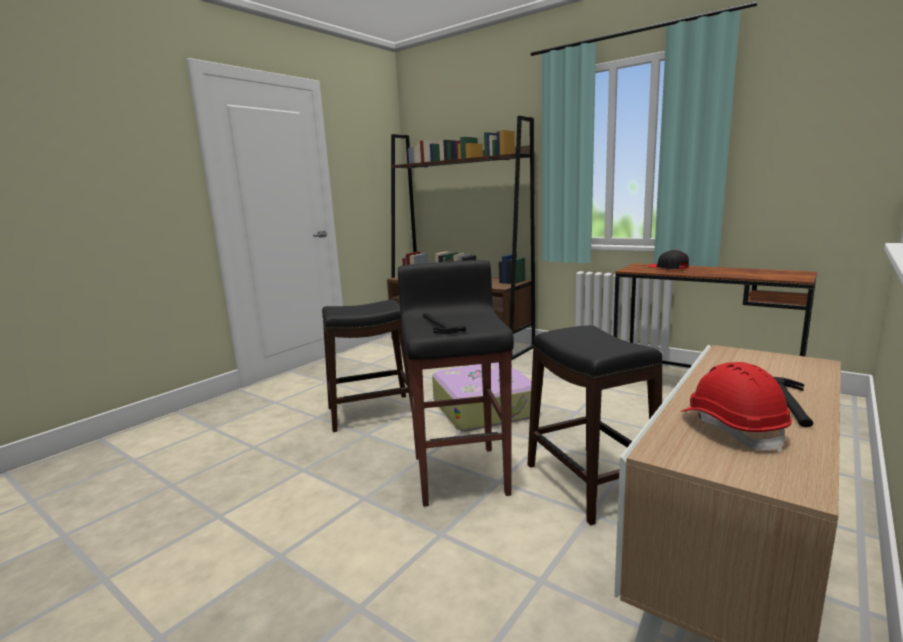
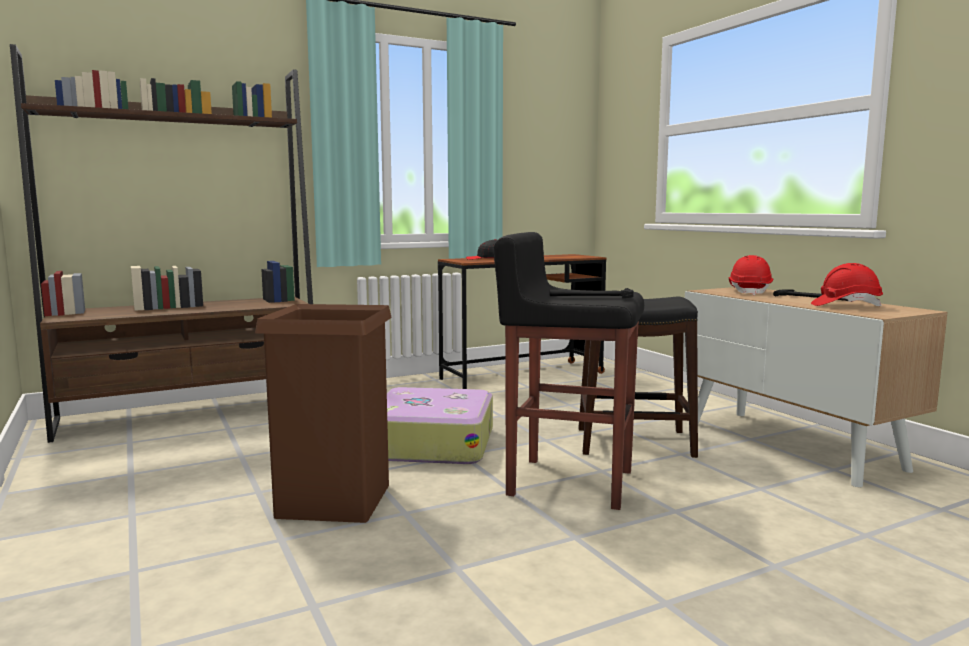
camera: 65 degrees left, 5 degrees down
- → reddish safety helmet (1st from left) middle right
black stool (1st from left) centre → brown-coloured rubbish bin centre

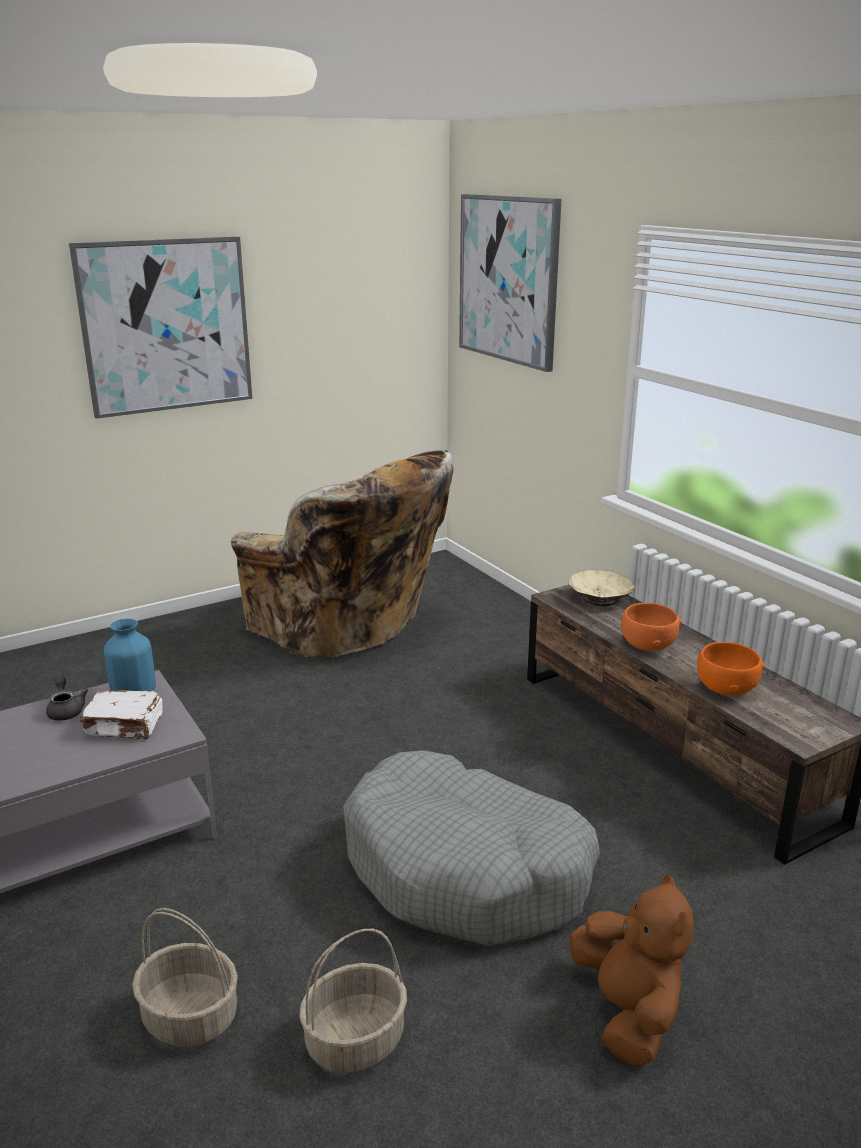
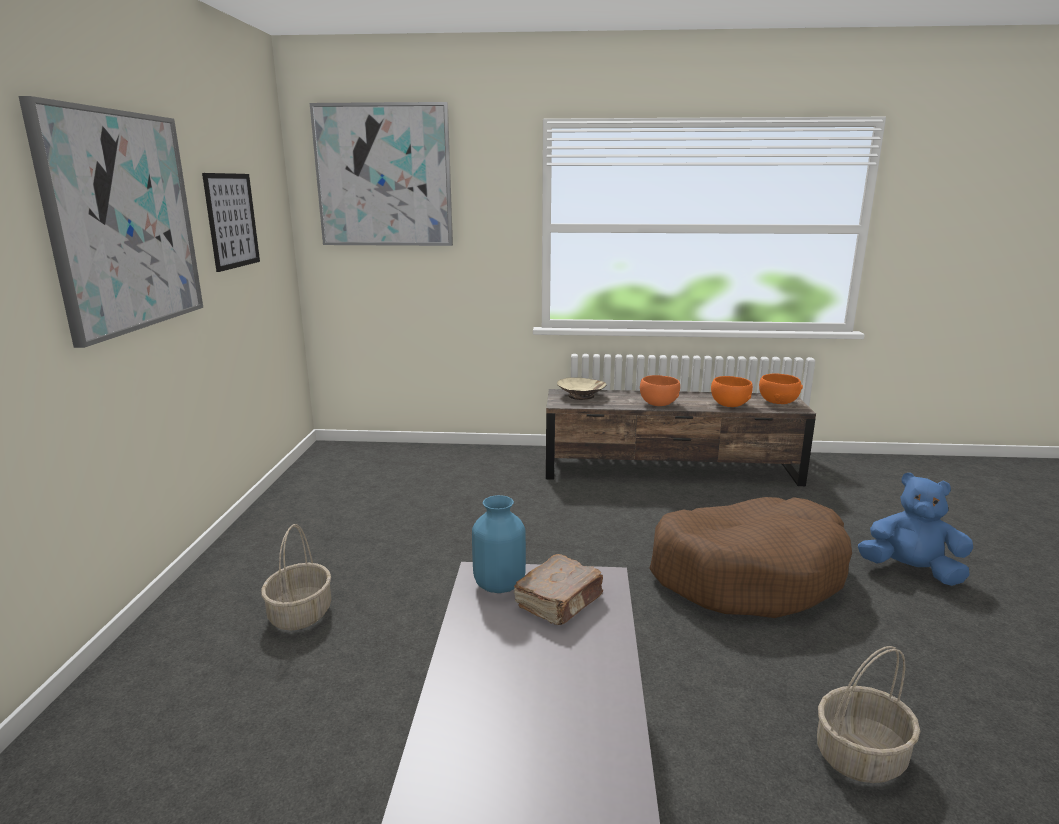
camera: 55 degrees left, 5 degrees down
grey tea pot middle left → -
sand-coloured easy chair centre → -
- → picture (2nd from left) top left
- → orangey bowl (3rd from left) middle right
storage basket (2nd from left in the first image) bottom centre → storage basket (1st from left) bottom left, move
white book middle left → brown-coloured book bottom centre
grey pet bed bottom centre → brown-coloured pet bed bottom right
brown-coloured soft toy bottom right → bluish soft toy middle right

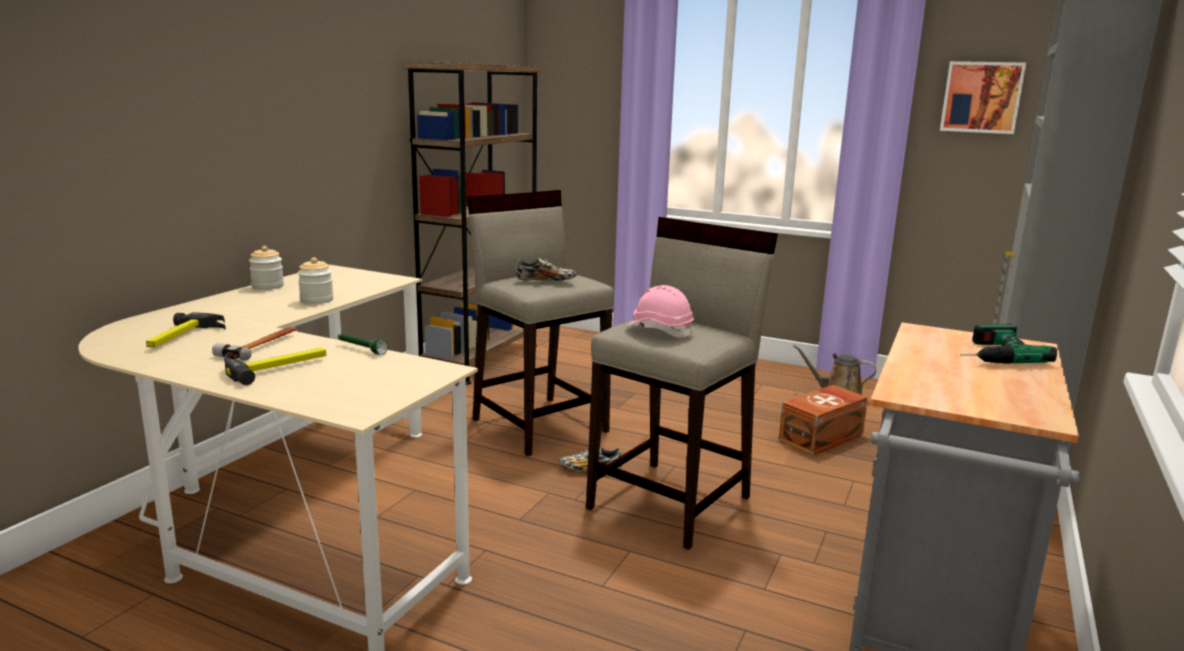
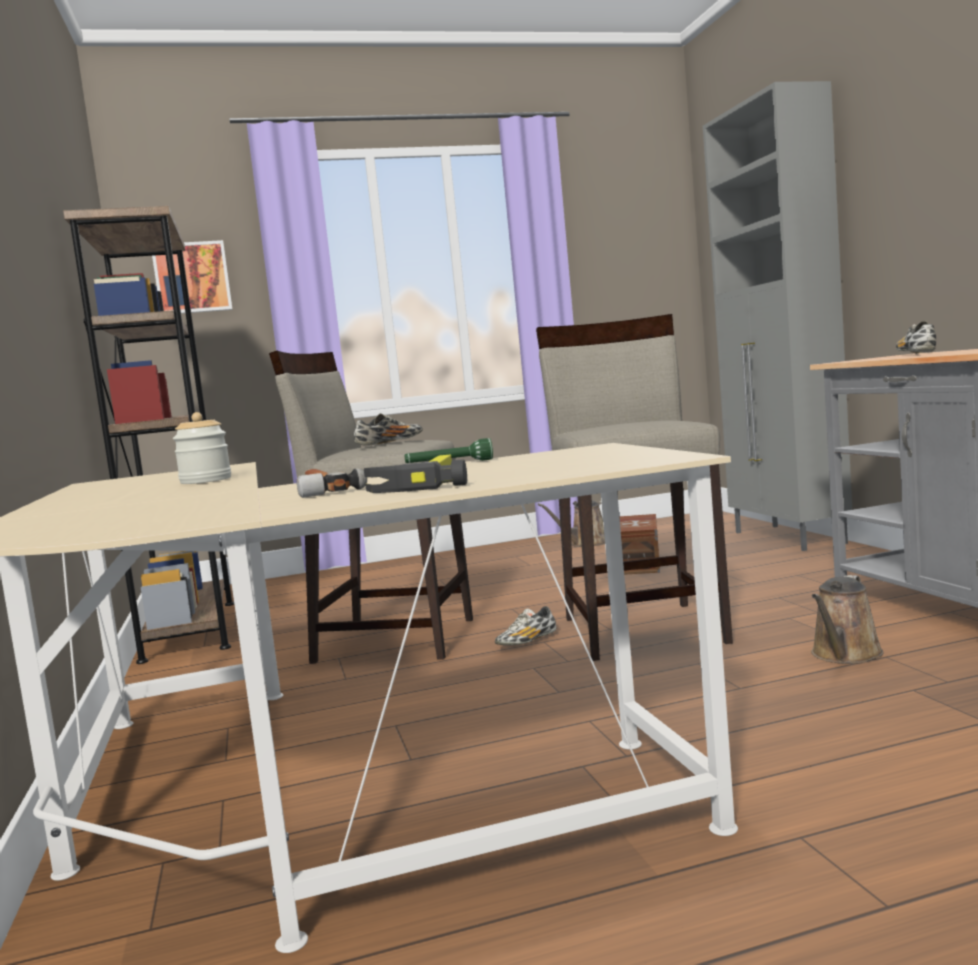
camera: 40 degrees left, 10 degrees down
hammer (1st from left) middle left → -
jar (1st from left) middle left → -
pink-coloured safety helmet centre → -
- → brown-coloured watering can (2nd from left) middle right
picture top right → picture top left, move
power drill middle right → low shoe (3rd from left) middle right

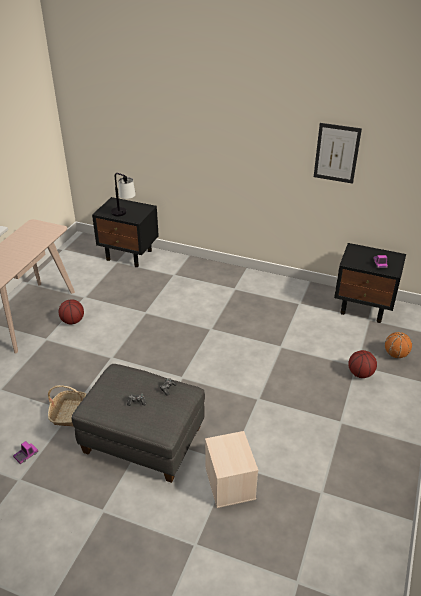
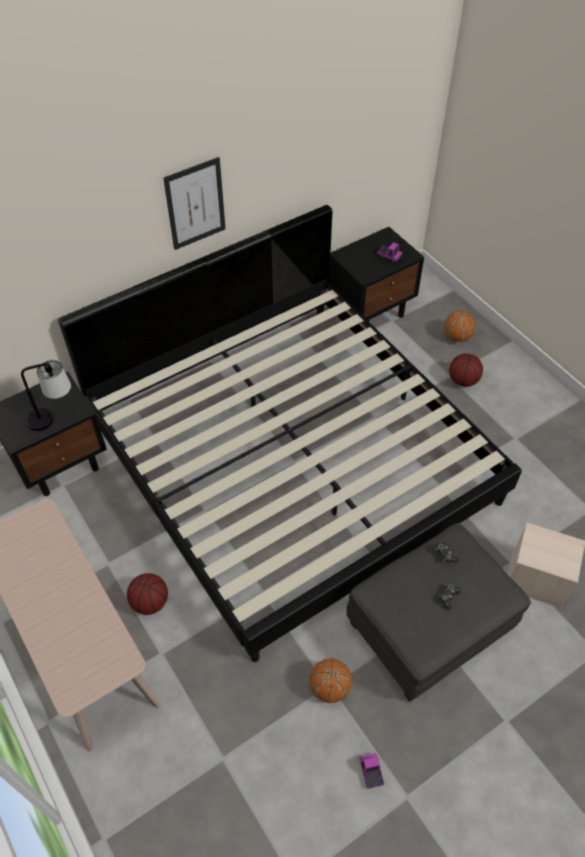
camera: 55 degrees left, 15 degrees up
- → sleeping bed centre
picture top right → picture top left, move
storage basket bottom left → basketball ball (2nd from left) bottom centre

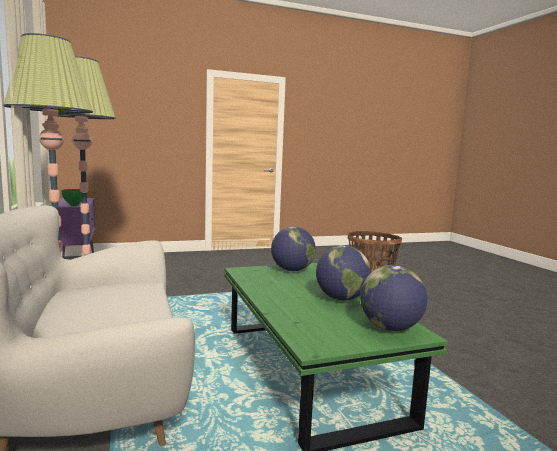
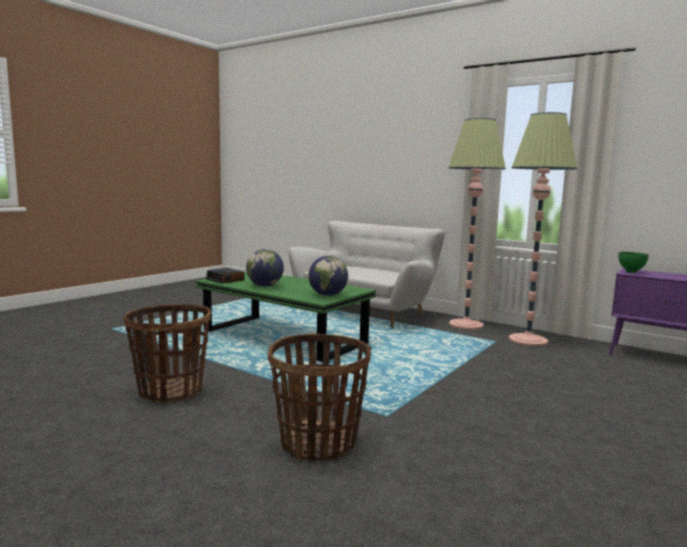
camera: 145 degrees right, 0 degrees up
- → storage basket (1st from left) middle left
globe (3rd from left) middle right → alarm clock middle left

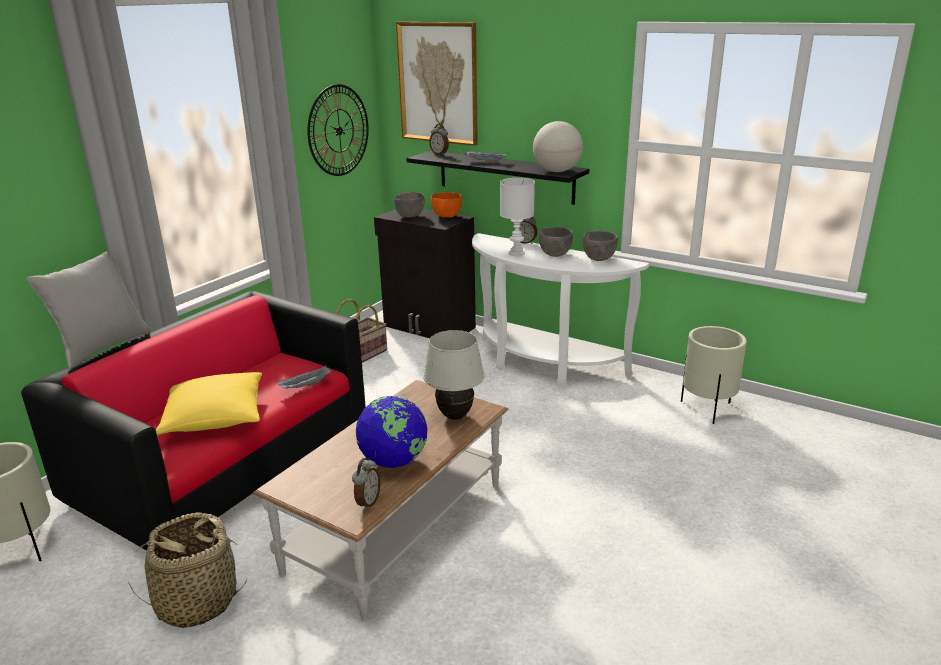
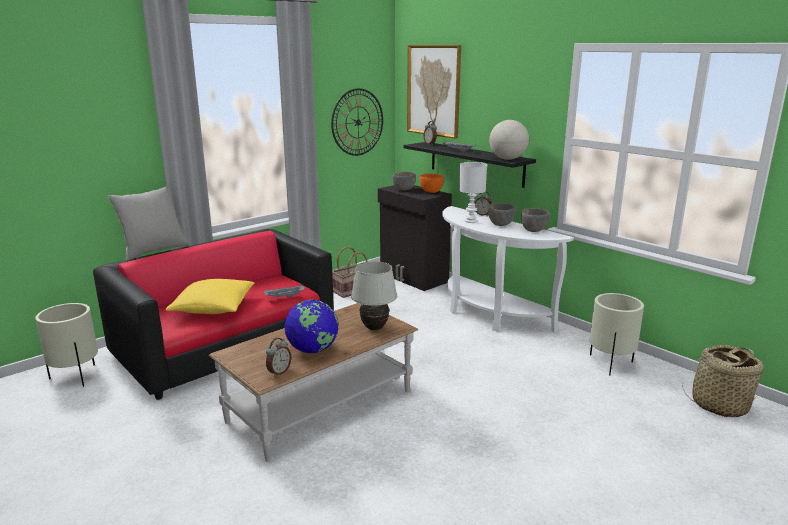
camera: 15 degrees right, 5 degrees down
storage basket (1st from left in the first image) bottom left → storage basket (2nd from left) bottom right, move

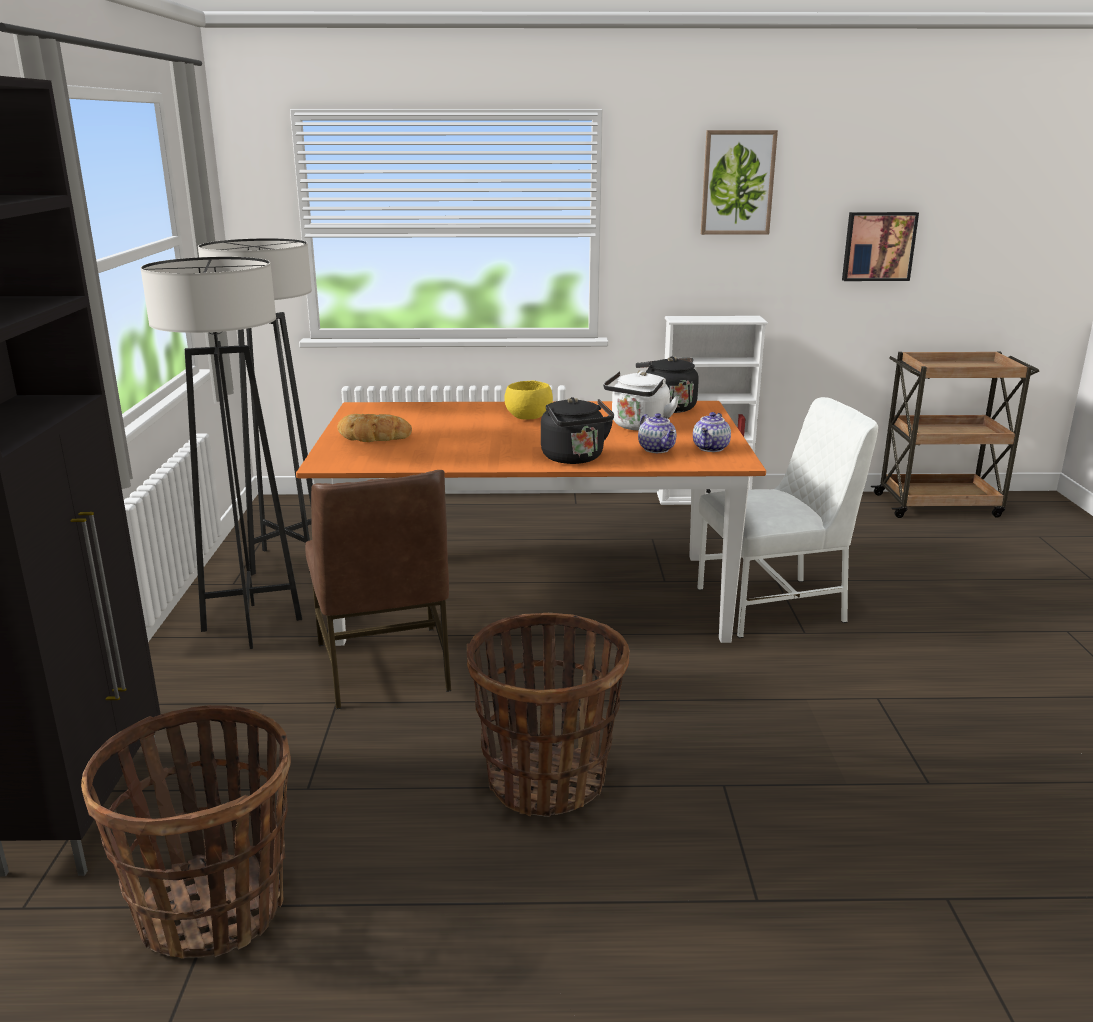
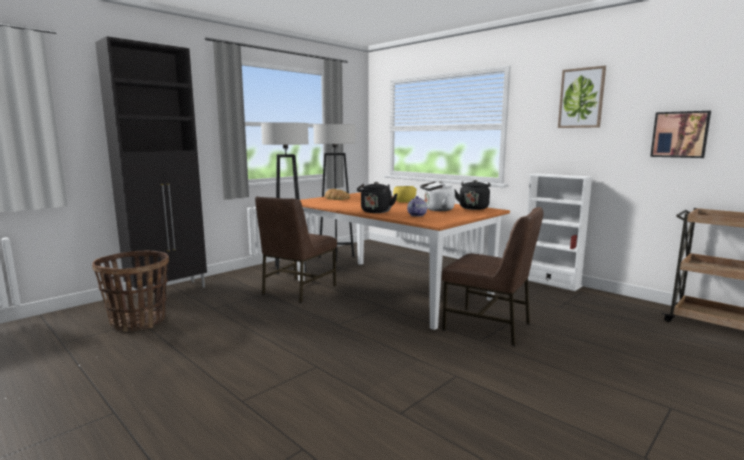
camera: 45 degrees right, 10 degrees down
storage basket (2nd from left) bottom centre → -
tea pot (2nd from left) centre → -
white plain chair middle right → brown-coloured plain chair (2nd from left) centre

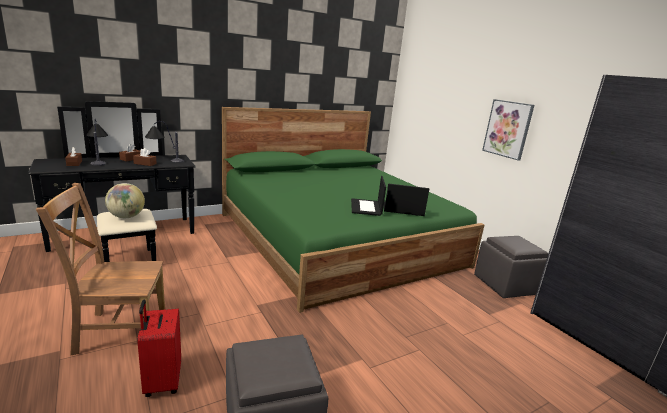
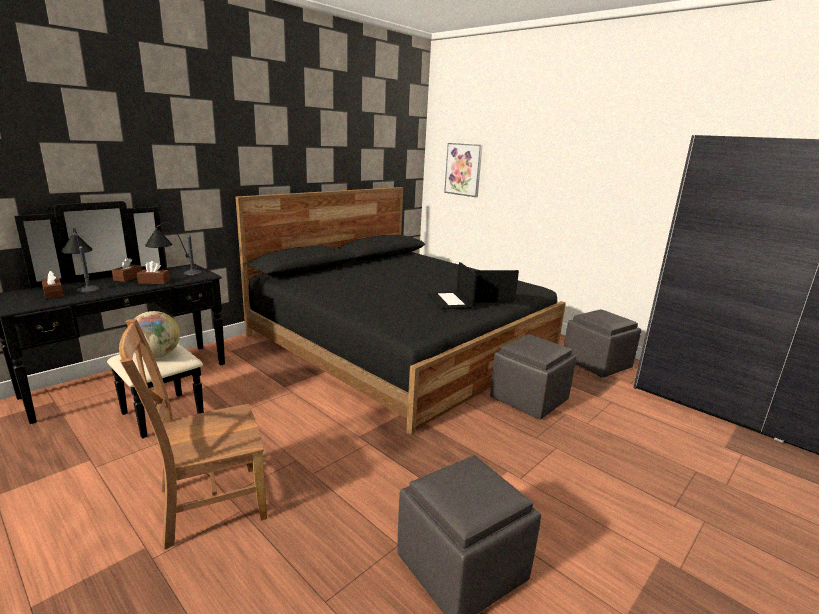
camera: 15 degrees left, 0 degrees up
reddish piece of luggage bottom left → -
- → grey footrest (2nd from left) centre
picture top right → picture top centre, move
green sleeping bed centre → black sleeping bed centre

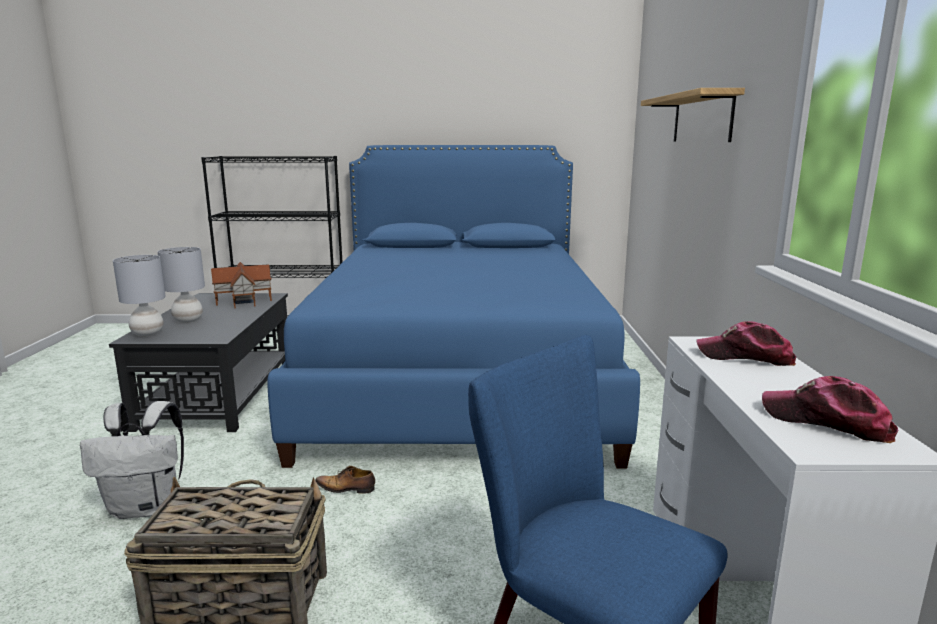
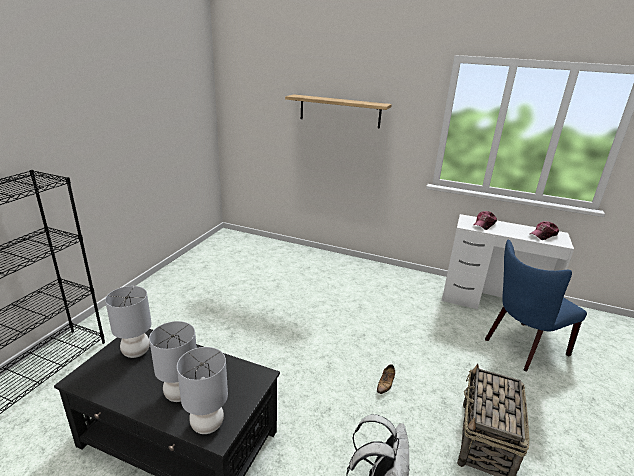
camera: 70 degrees left, 10 degrees up
bluish sleeping bed centre → -
model house middle left → grey lamp for a table (1st from left) bottom left

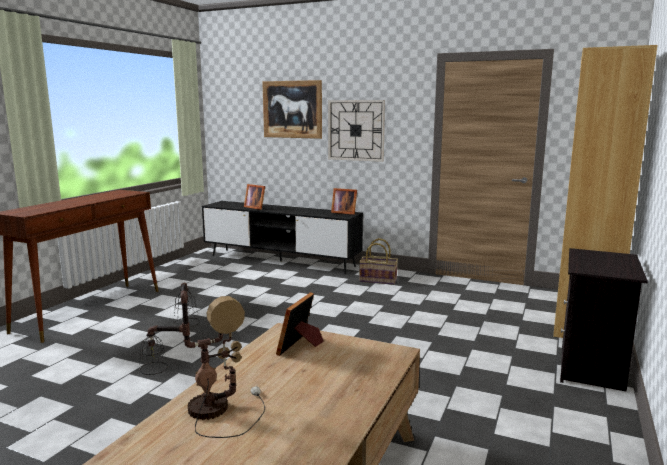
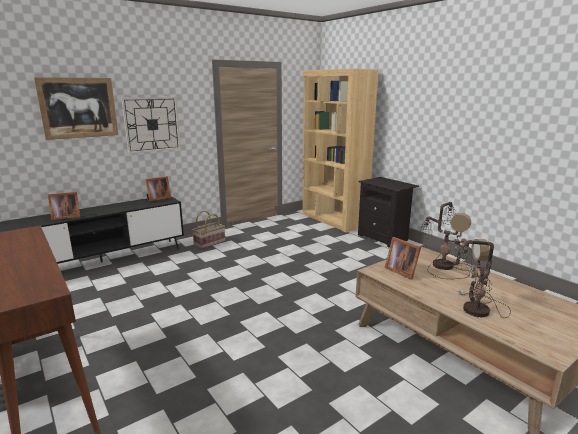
camera: 60 degrees left, 5 degrees up
- → lamp for a table (1st from left) middle right

